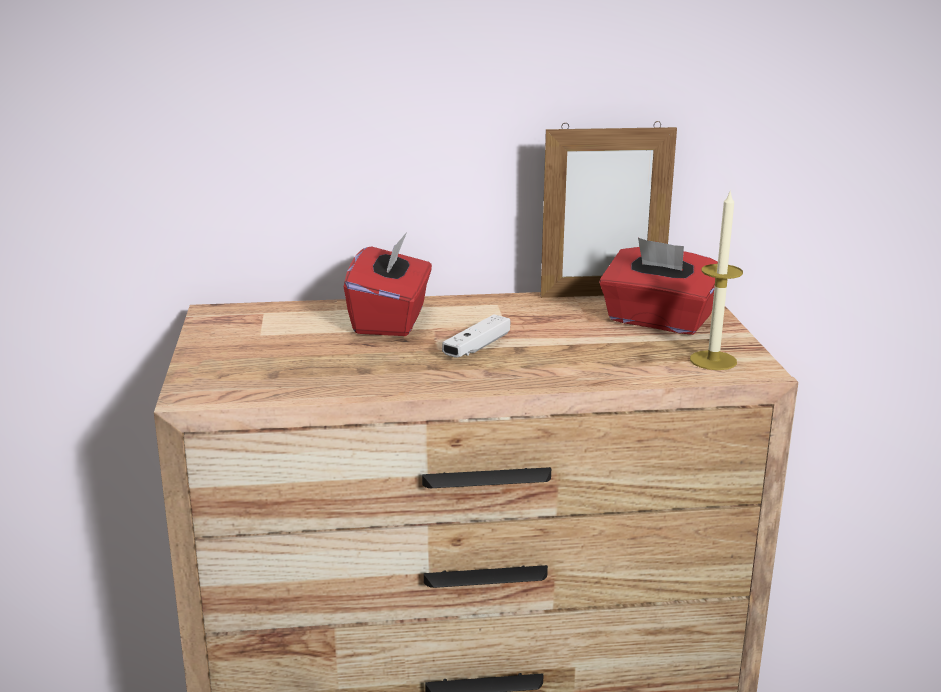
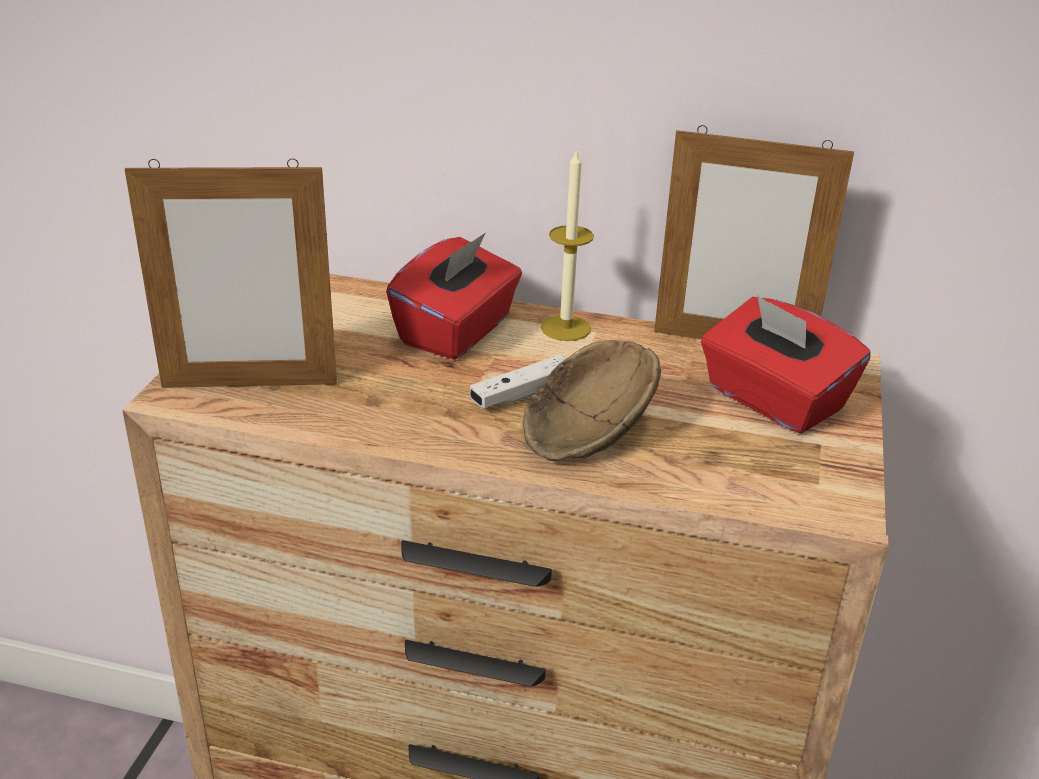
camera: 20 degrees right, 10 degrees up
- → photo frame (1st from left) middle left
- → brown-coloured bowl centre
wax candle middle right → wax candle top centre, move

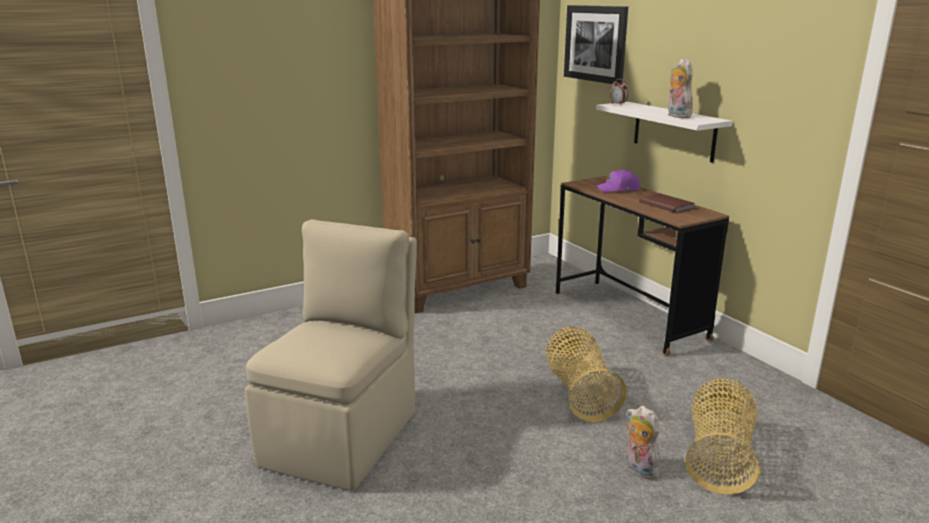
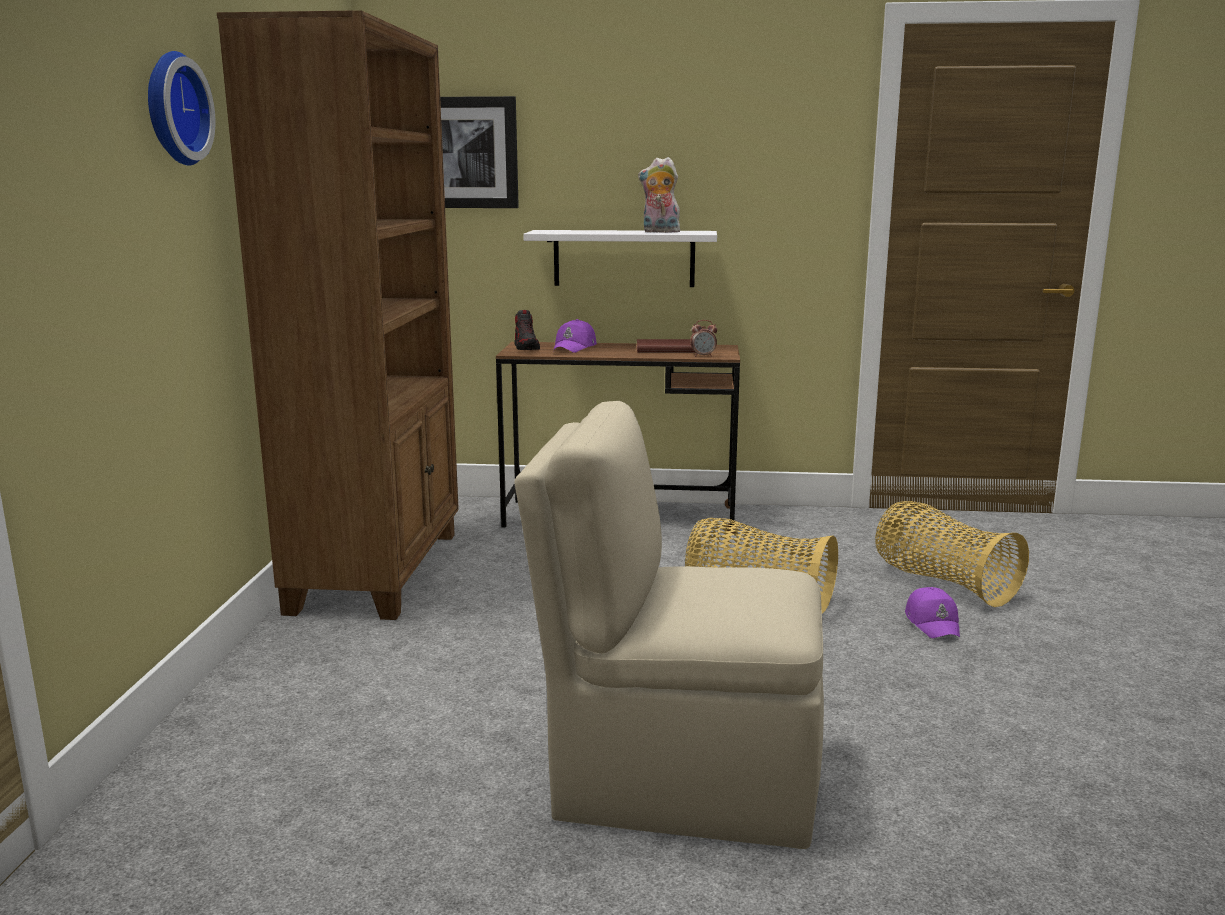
camera: 55 degrees left, 5 degrees down
- → wall clock top left
- → low shoe centre
alarm clock top centre → alarm clock centre, move
soft toy (1st from left) bottom right → purple peaked cap (2nd from left) bottom right
sand-coloured plain chair bottom centre, 45 degrees counterclockwise

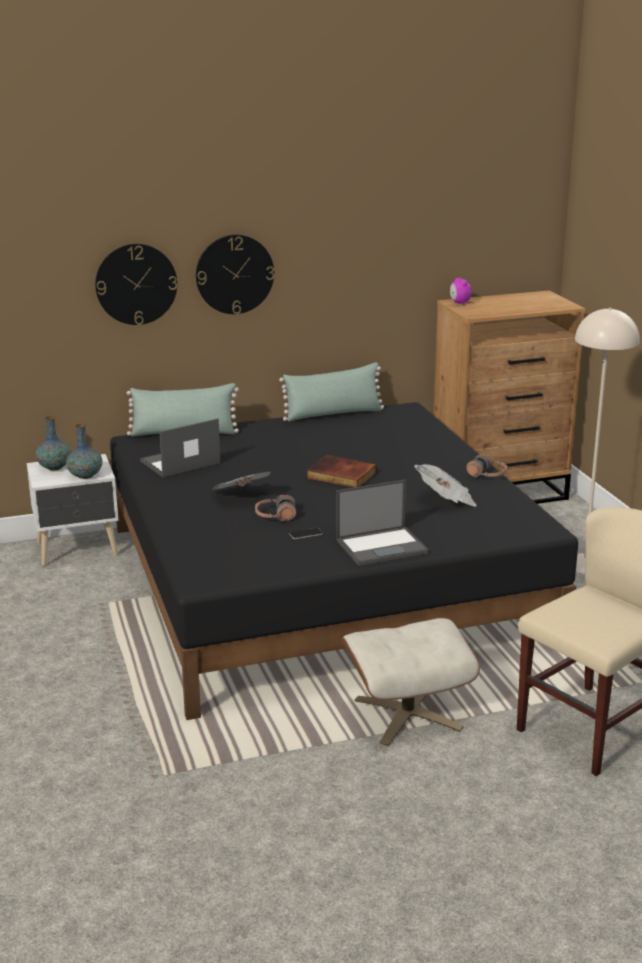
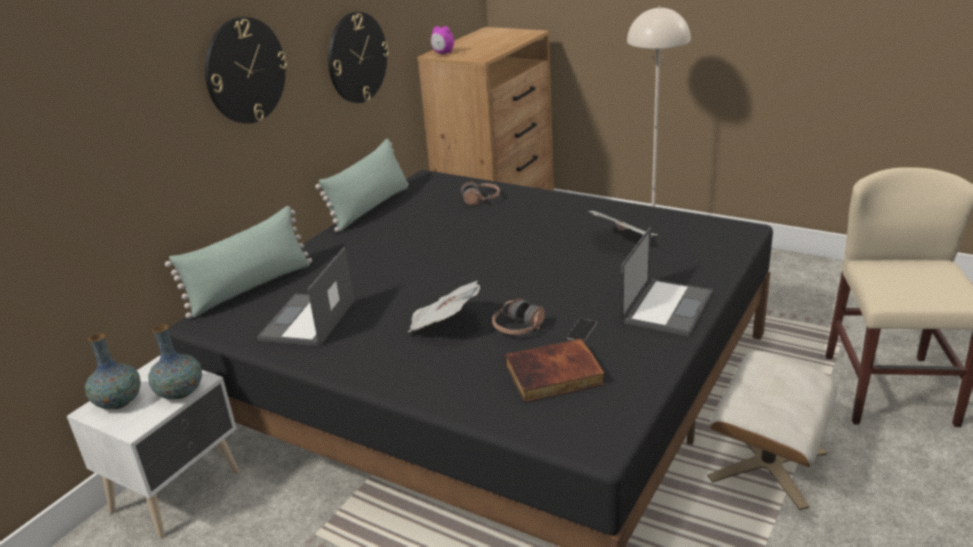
camera: 40 degrees left, 5 degrees up
wall clock (1st from left in the first image) top left → wall clock (2nd from left) top centre, move
book centre → book bottom centre, move
headset (2nd from left in the first image) middle right → headset (1st from left) centre, move

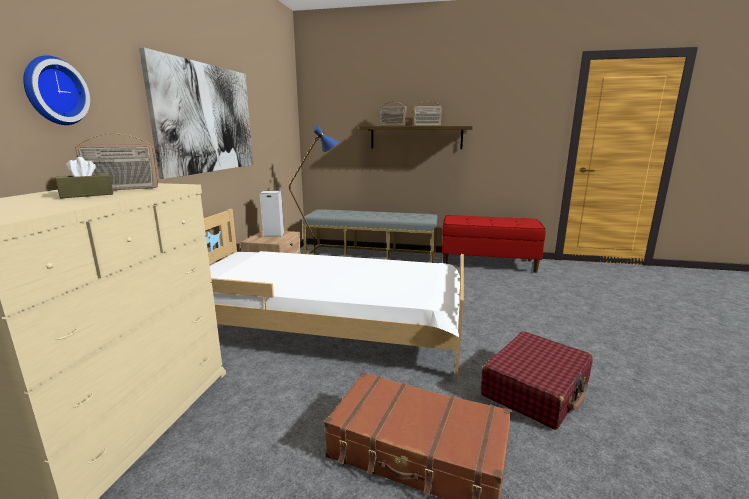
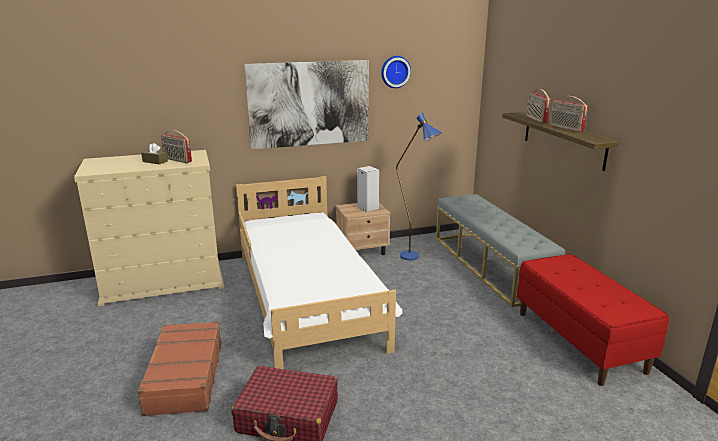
camera: 60 degrees right, 5 degrees up
wall clock top left → wall clock top centre, move

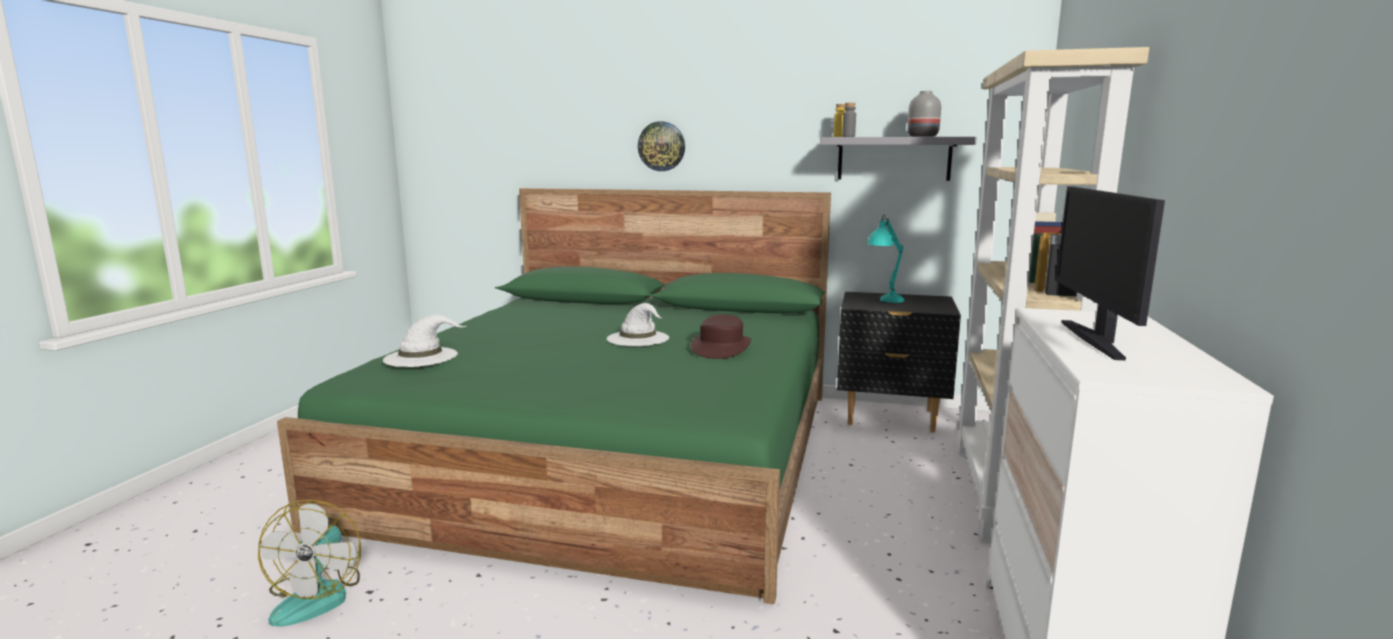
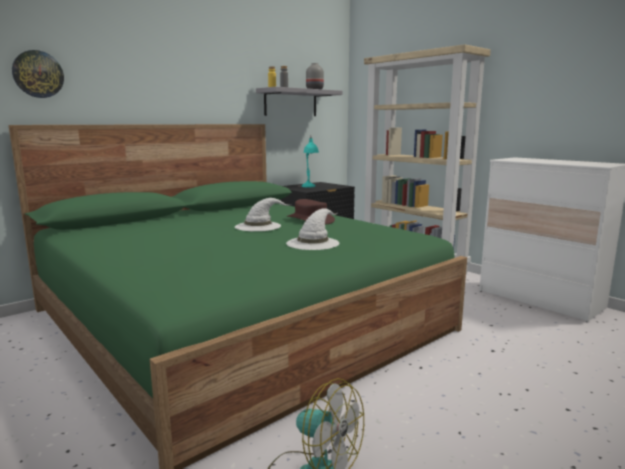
camera: 55 degrees left, 0 degrees up
computer screen middle right → -
white wearable hat (1st from left in the first image) middle left → white wearable hat (2nd from left) centre, move
wall clock top centre → wall clock top left, move

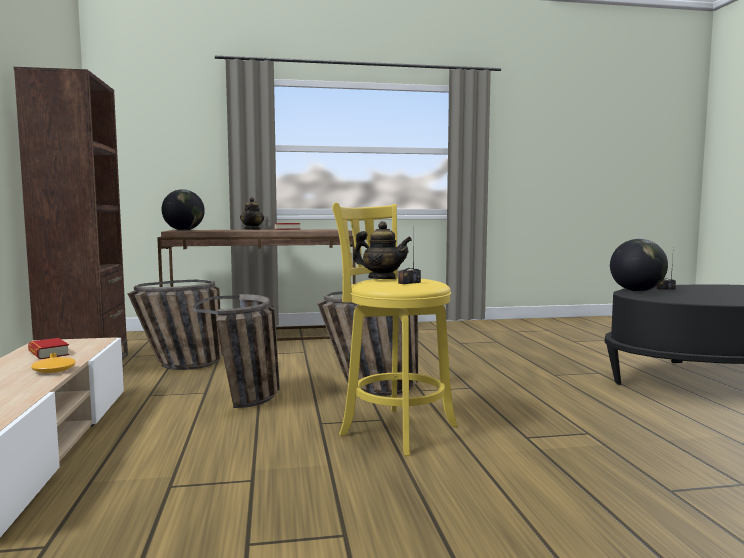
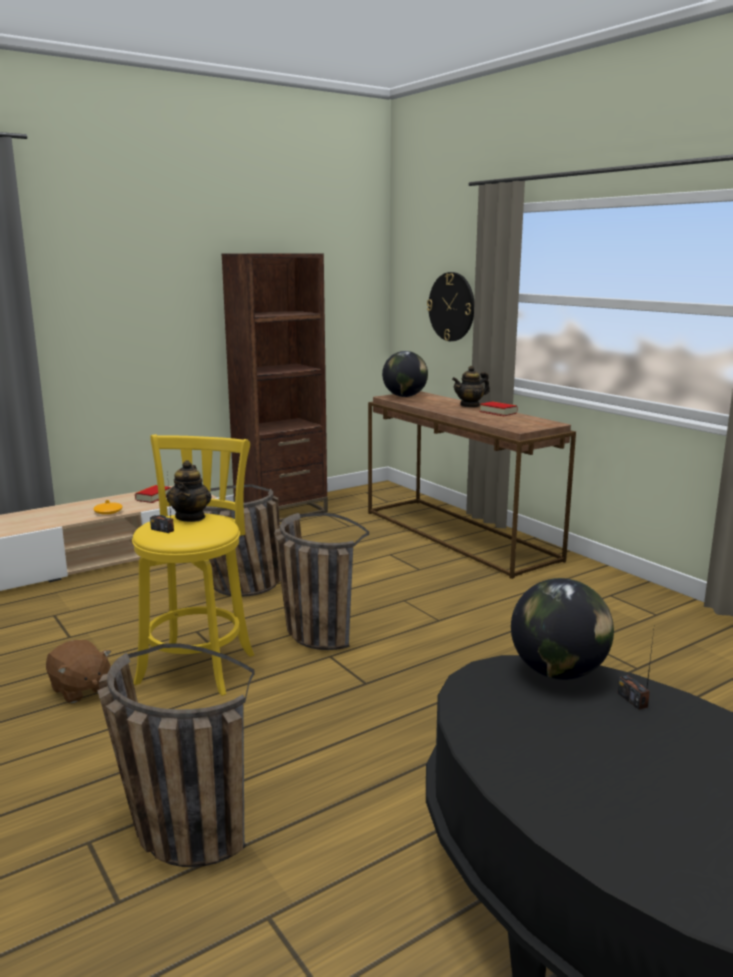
camera: 65 degrees right, 10 degrees up
- → brown-coloured soft toy bottom left
- → wall clock top centre
storage basket (1st from left) middle left → storage basket (1st from left) bottom left, move

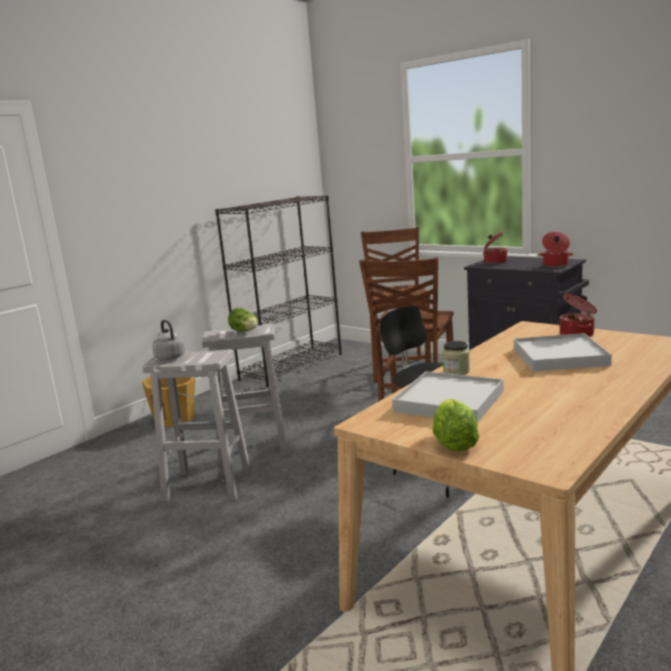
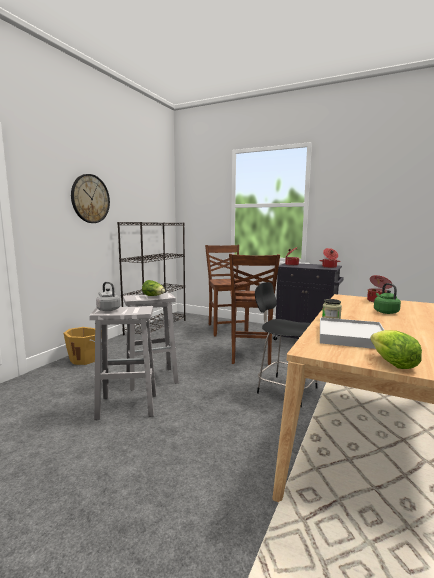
camera: 15 degrees left, 5 degrees down
- → wall clock middle left
white tray (2nd from left) middle right → green kettle middle right

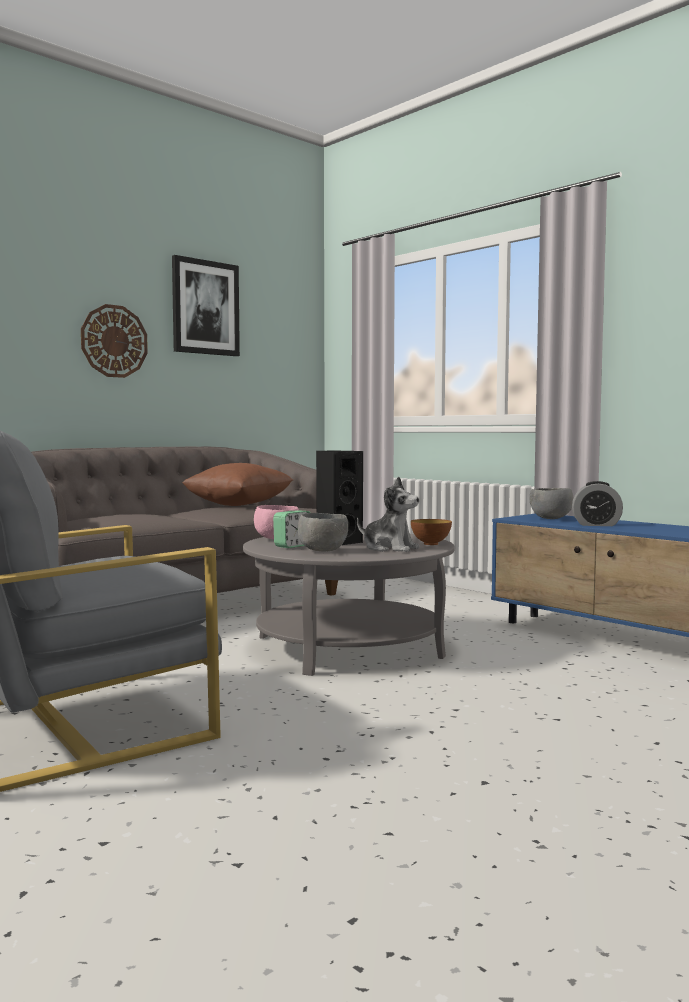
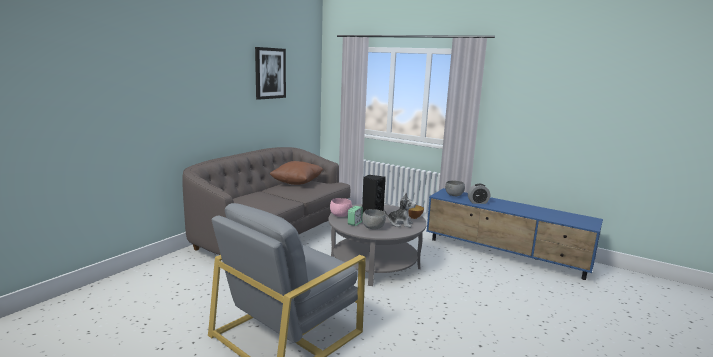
camera: 15 degrees left, 10 degrees up
wall clock middle left → -

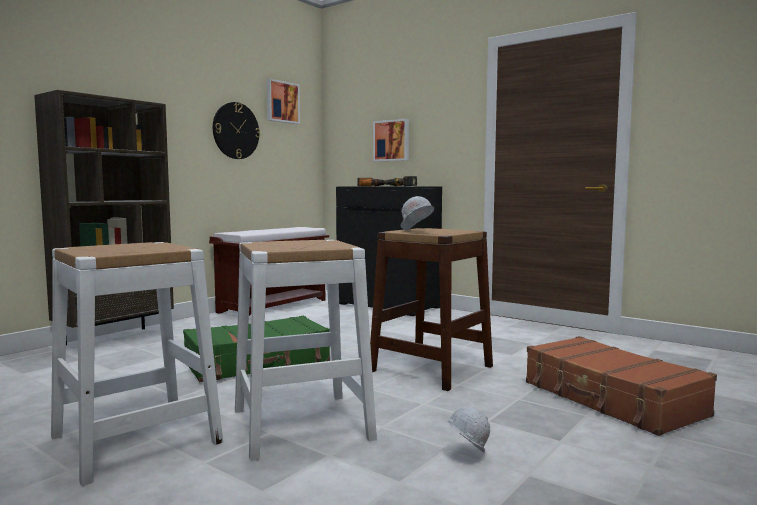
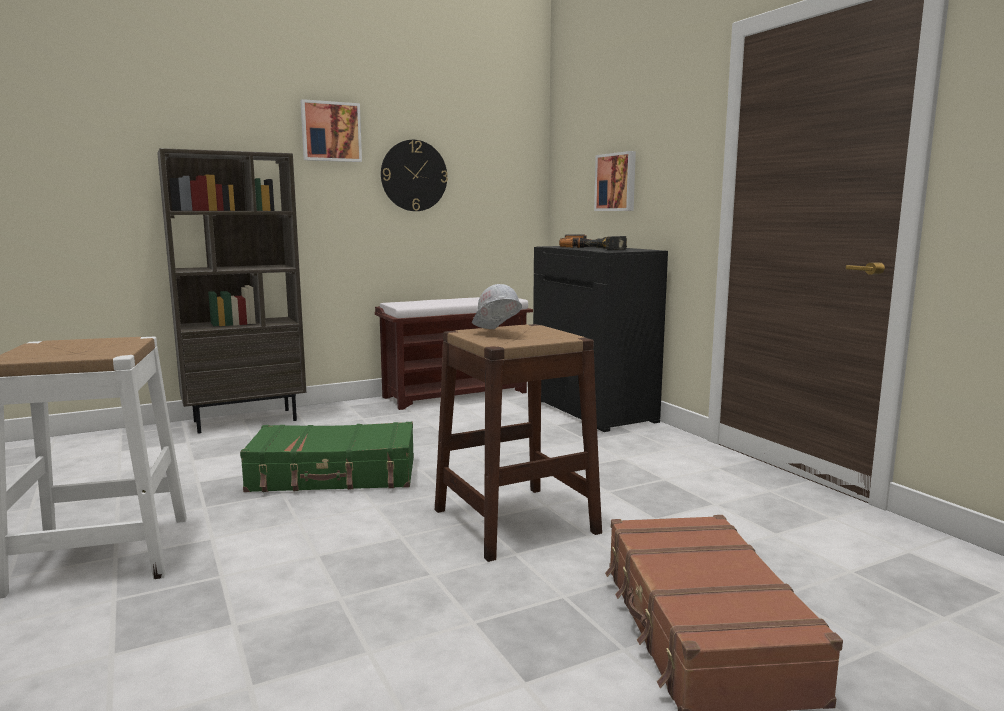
camera: 25 degrees right, 5 degrees up
white stool (2nd from left) bottom centre → -
white safety helmet (2nd from left) bottom centre → -
picture (1st from left) top centre → picture (1st from left) top left, move

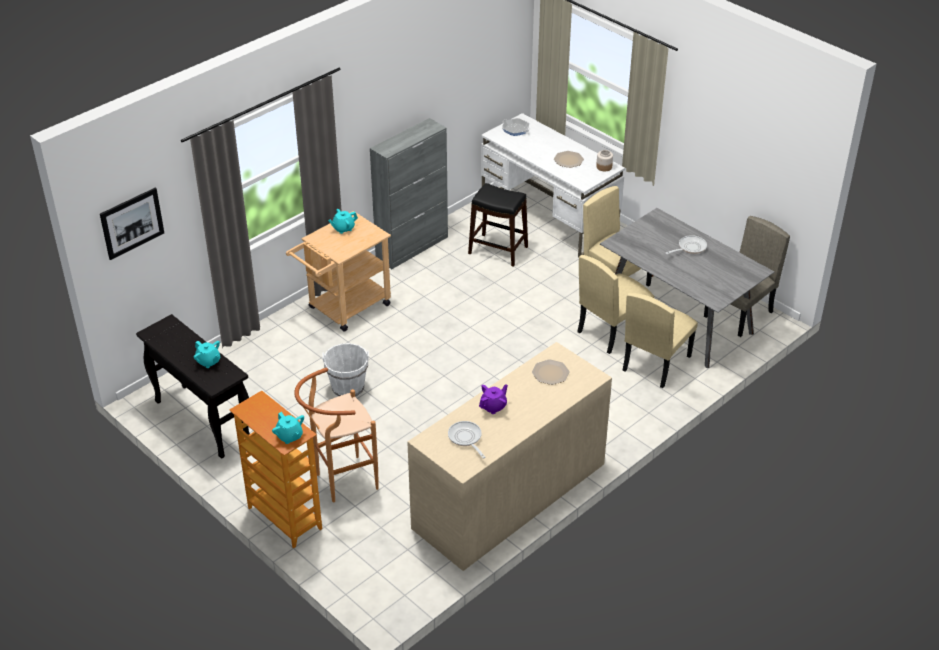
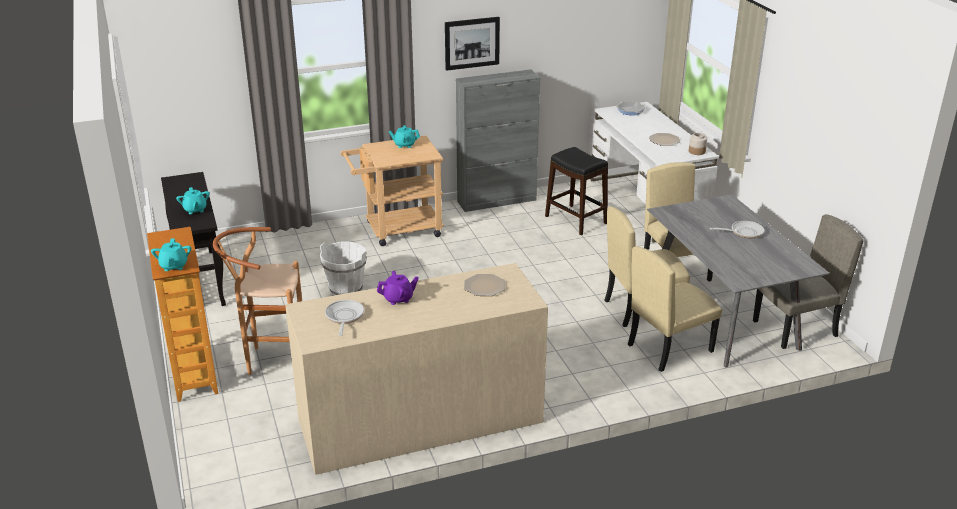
camera: 25 degrees right, 10 degrees down
picture middle left → picture top centre, move

